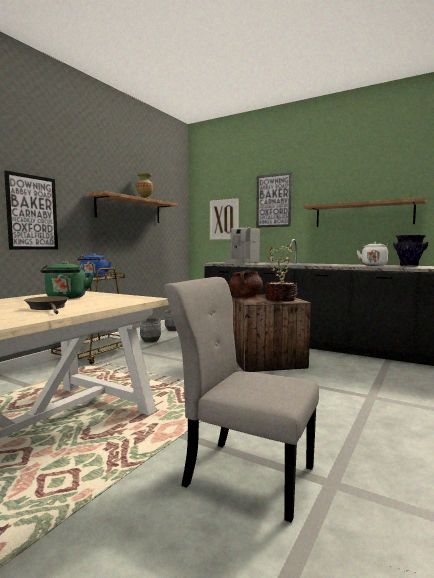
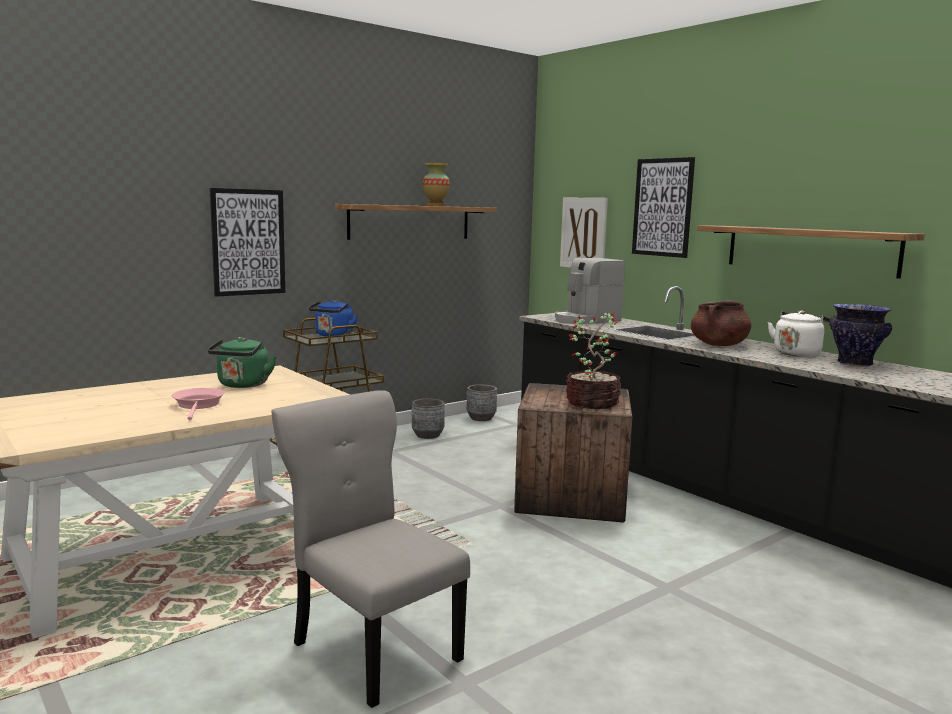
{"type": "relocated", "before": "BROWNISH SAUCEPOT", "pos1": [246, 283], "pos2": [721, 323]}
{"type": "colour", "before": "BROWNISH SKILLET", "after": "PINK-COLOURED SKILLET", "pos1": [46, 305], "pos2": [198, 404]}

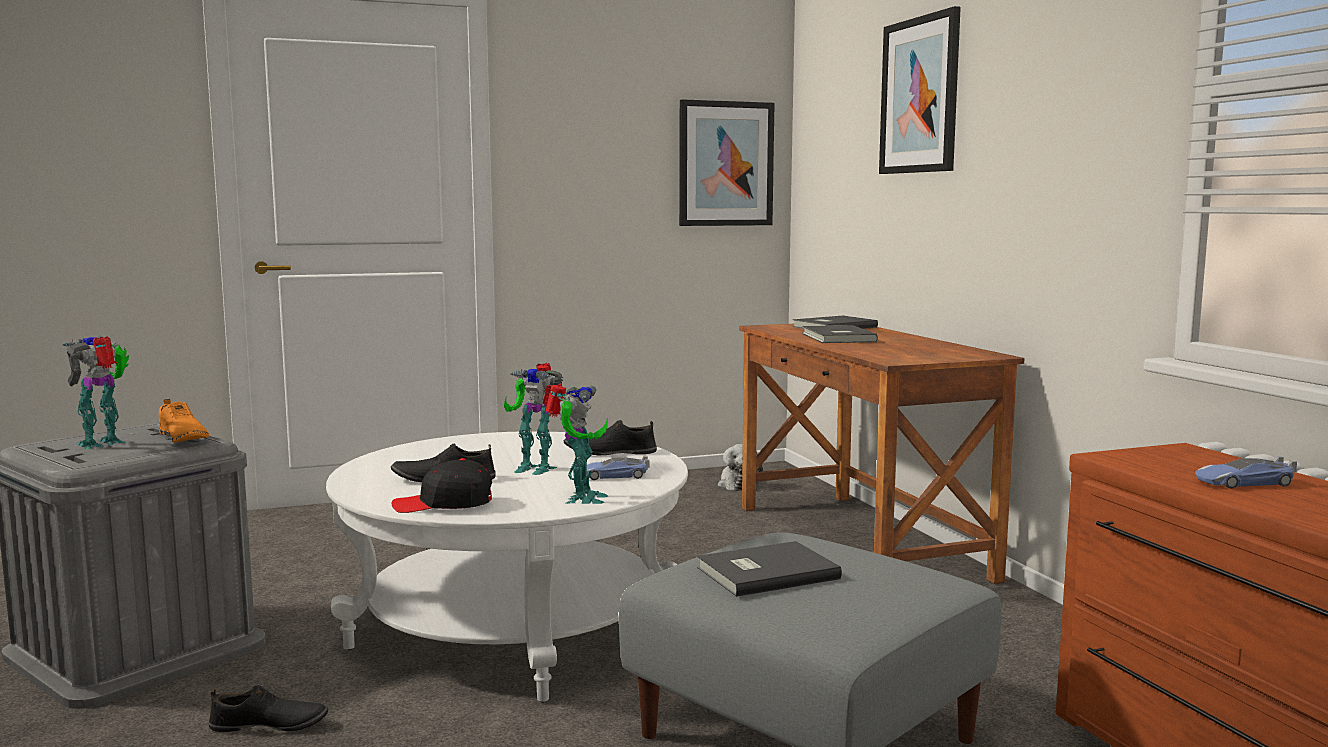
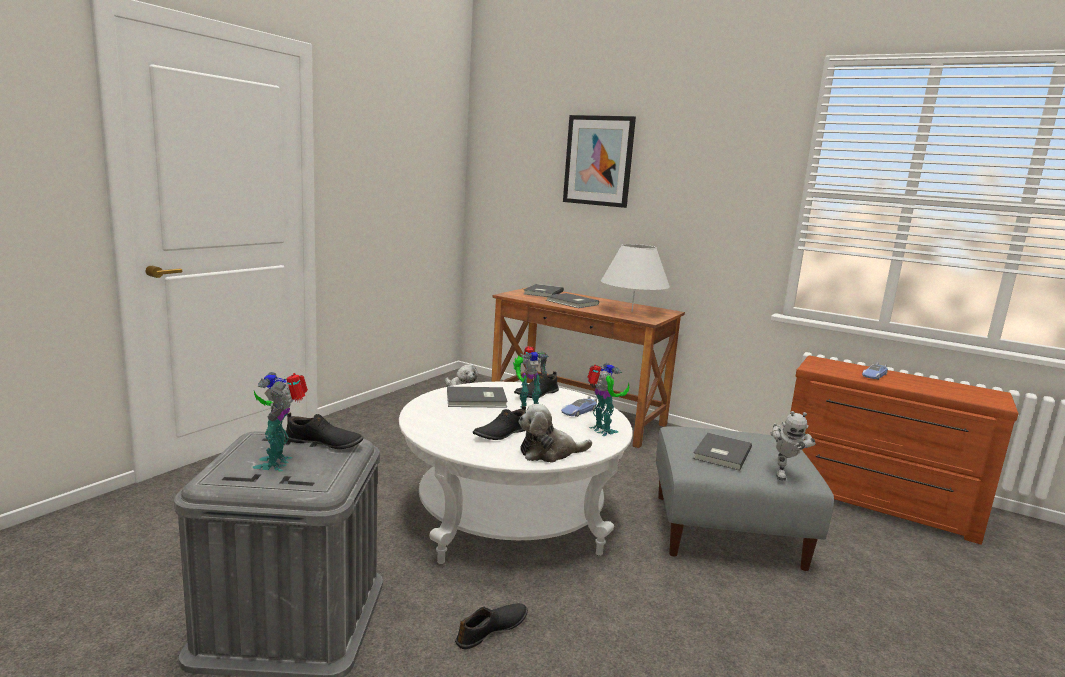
{"type": "missing", "before": "WALL ART", "pos1": [727, 162]}
{"type": "appeared", "after": "GREY VOLUME", "pos2": [477, 397]}
{"type": "appeared", "after": "WHITISH TABLETOP LAMP", "pos2": [635, 278]}
{"type": "appeared", "after": "MODEL ROBOT", "pos2": [793, 446]}
{"type": "exchanged", "before": "BLACK CAP", "after": "CUDDLY TOY", "pos1": [442, 485], "pos2": [555, 433]}
{"type": "colour", "before": "ORANGE-COLOURED ITEM OF FOOTWEAR", "after": "BLACK ITEM OF FOOTWEAR", "pos1": [184, 421], "pos2": [324, 430]}

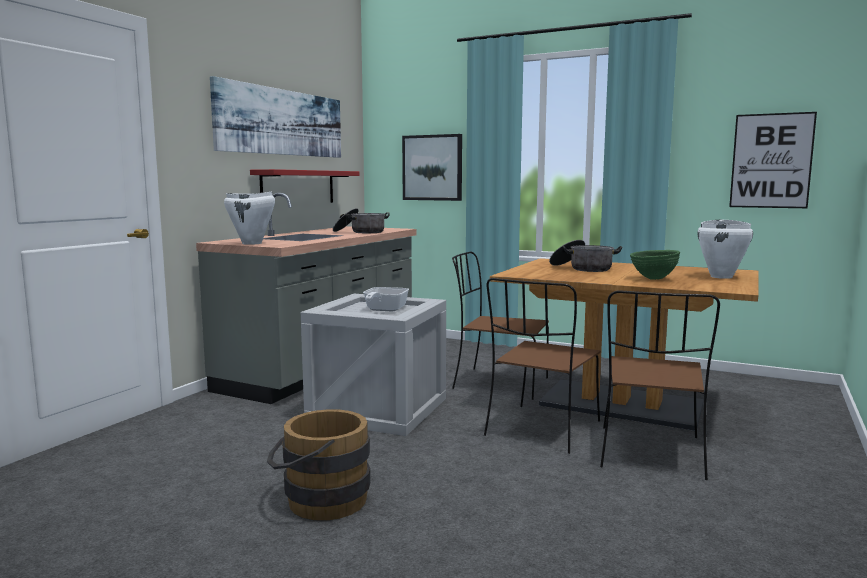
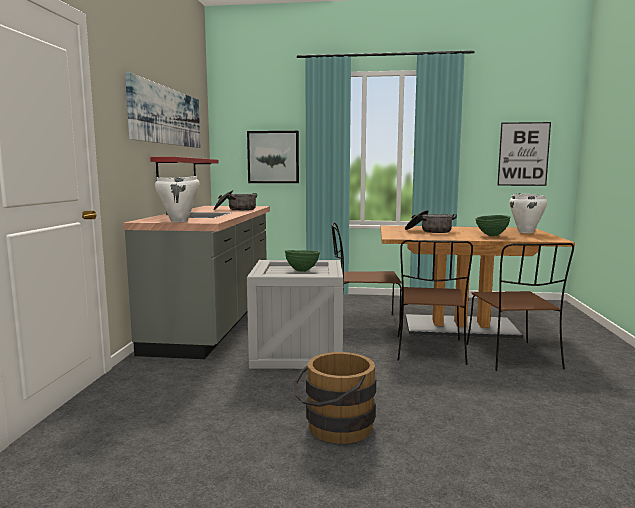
{"type": "exchanged", "before": "SKILLET", "after": "GREEN-COLOURED SERVING BOWL", "pos1": [386, 299], "pos2": [302, 261]}

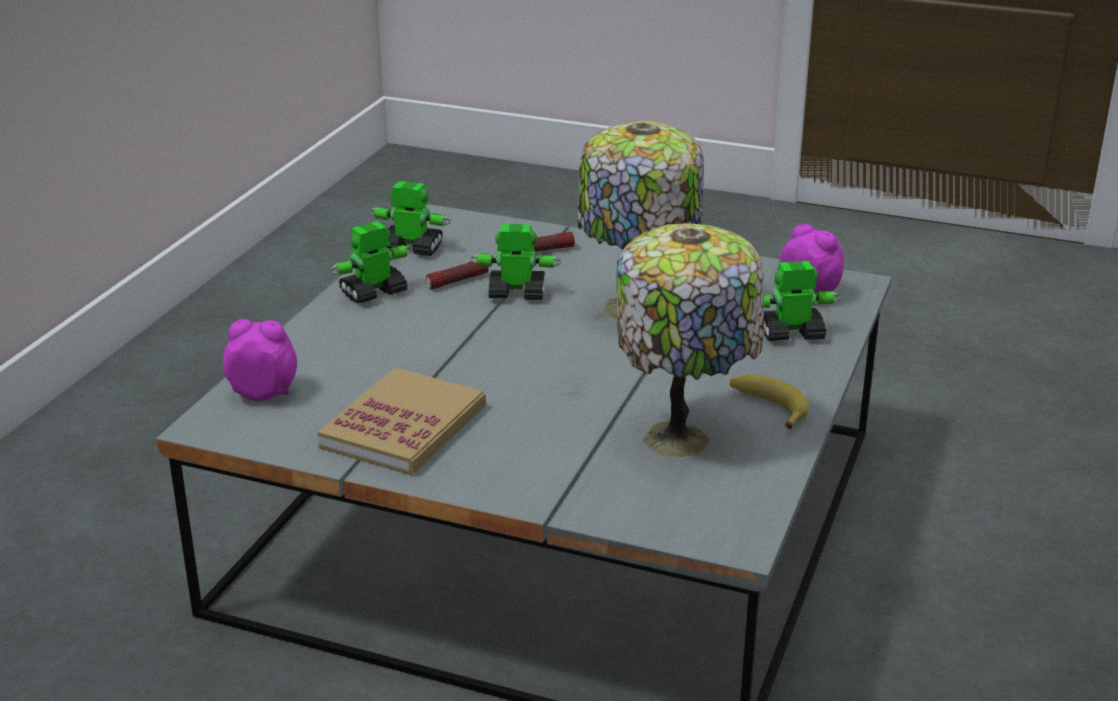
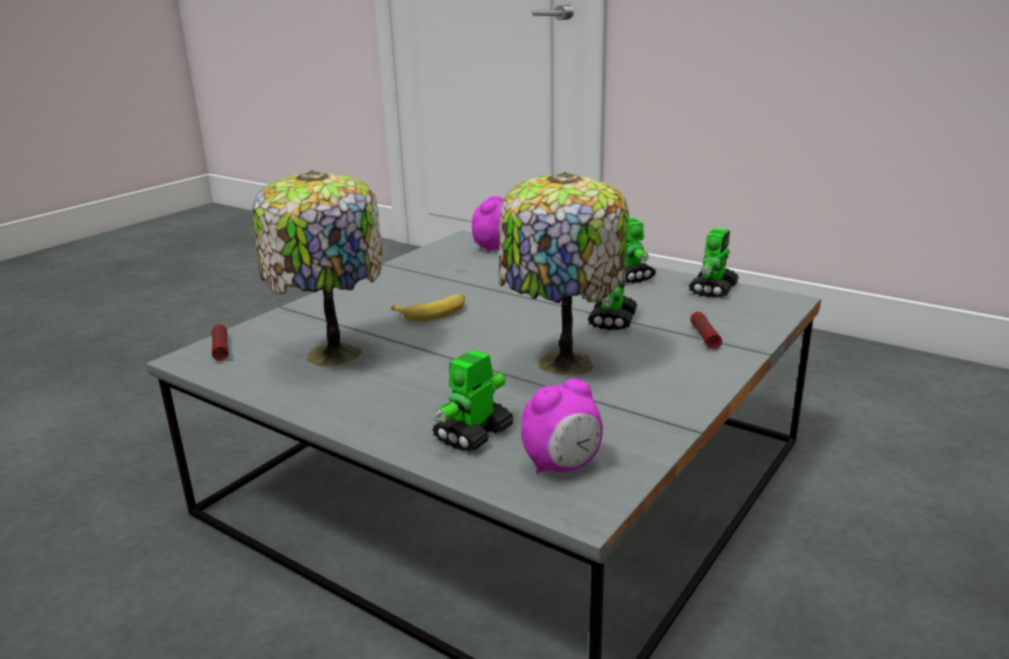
{"type": "missing", "before": "VOLUME", "pos1": [402, 421]}
{"type": "relocated", "before": "HAND TORCH", "pos1": [457, 274], "pos2": [220, 342]}
{"type": "relocated", "before": "BANANA FRUIT", "pos1": [769, 401], "pos2": [428, 307]}
{"type": "spun", "before": "MODEL ROBOT", "pos1": [801, 301], "pos2": [473, 401], "turn": -150}

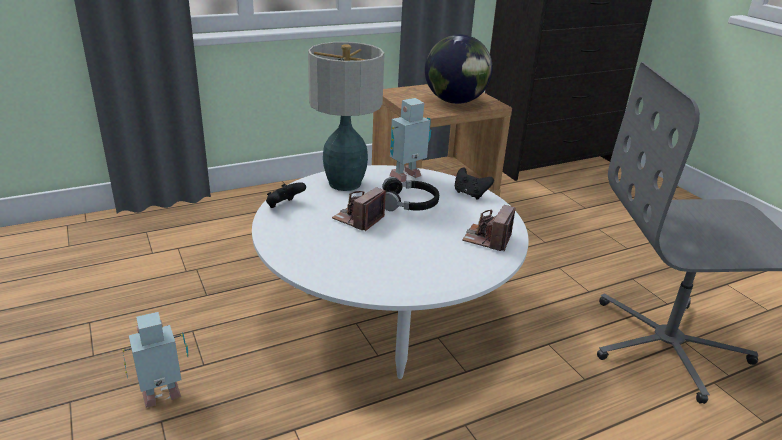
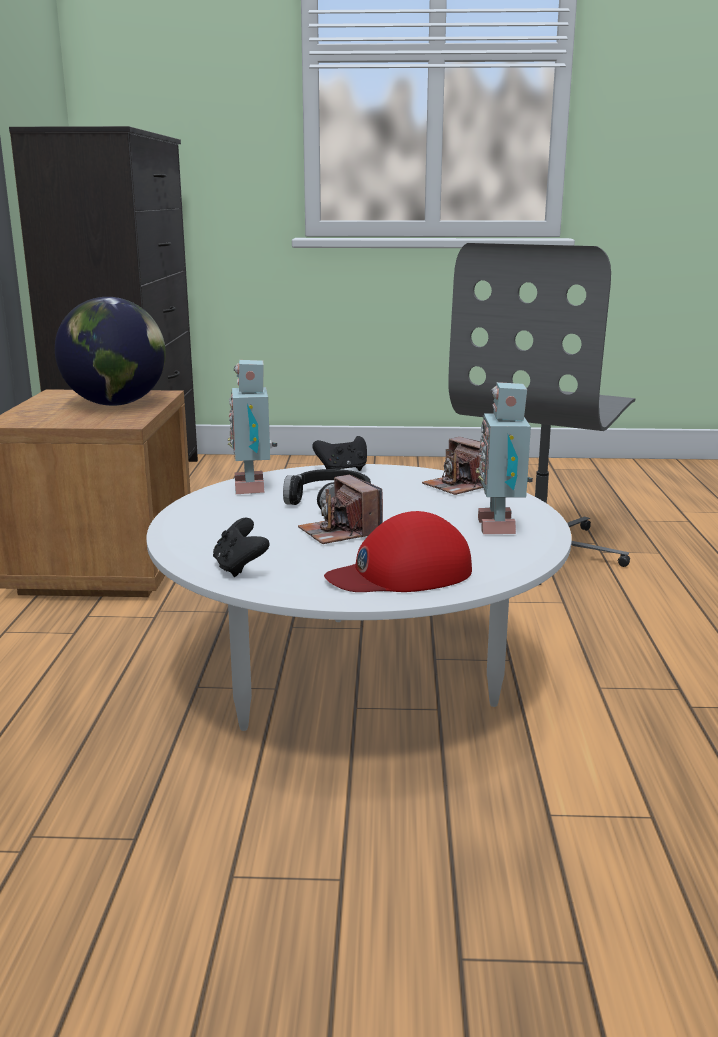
{"type": "missing", "before": "TABLETOP LAMP", "pos1": [346, 116]}
{"type": "appeared", "after": "RED-COLOURED CAP", "pos2": [398, 551]}
{"type": "relocated", "before": "MODEL ROBOT", "pos1": [155, 360], "pos2": [504, 458]}

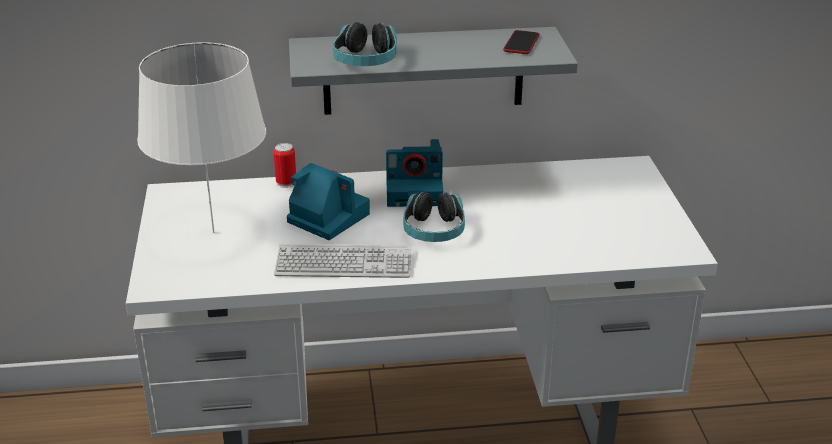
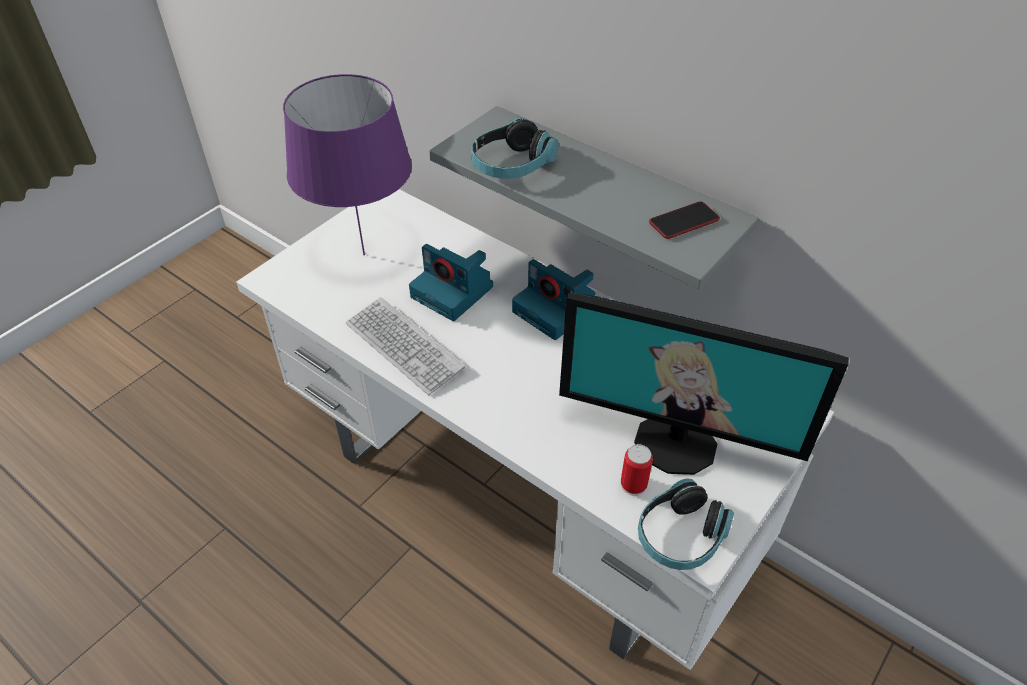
{"type": "appeared", "after": "COMPUTER DISPLAY", "pos2": [704, 383]}
{"type": "relocated", "before": "CAN", "pos1": [285, 165], "pos2": [637, 470]}
{"type": "relocated", "before": "HEADSET", "pos1": [434, 217], "pos2": [686, 524]}
{"type": "colour", "before": "WHITISH TABLETOP LAMP", "after": "PURPLISH TABLETOP LAMP", "pos1": [201, 137], "pos2": [347, 164]}
{"type": "spun", "before": "STILL CAMERA", "pos1": [328, 201], "pos2": [451, 282], "turn": 135}

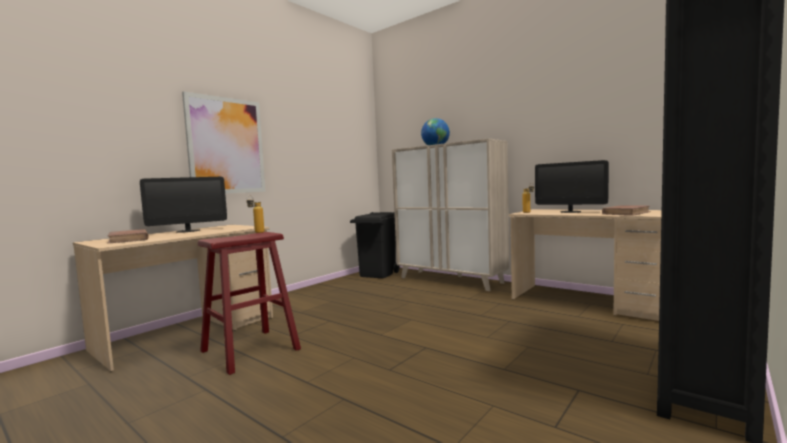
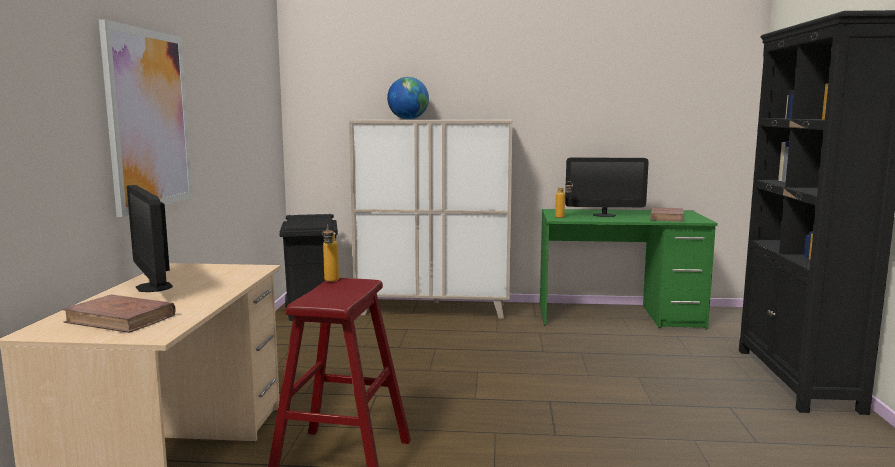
{"type": "colour", "before": "SAND-COLOURED DESK UNIT", "after": "GREEN-COLOURED DESK UNIT", "pos1": [585, 265], "pos2": [629, 269]}
{"type": "spun", "before": "COMPUTER DISPLAY", "pos1": [183, 205], "pos2": [150, 238], "turn": 120}

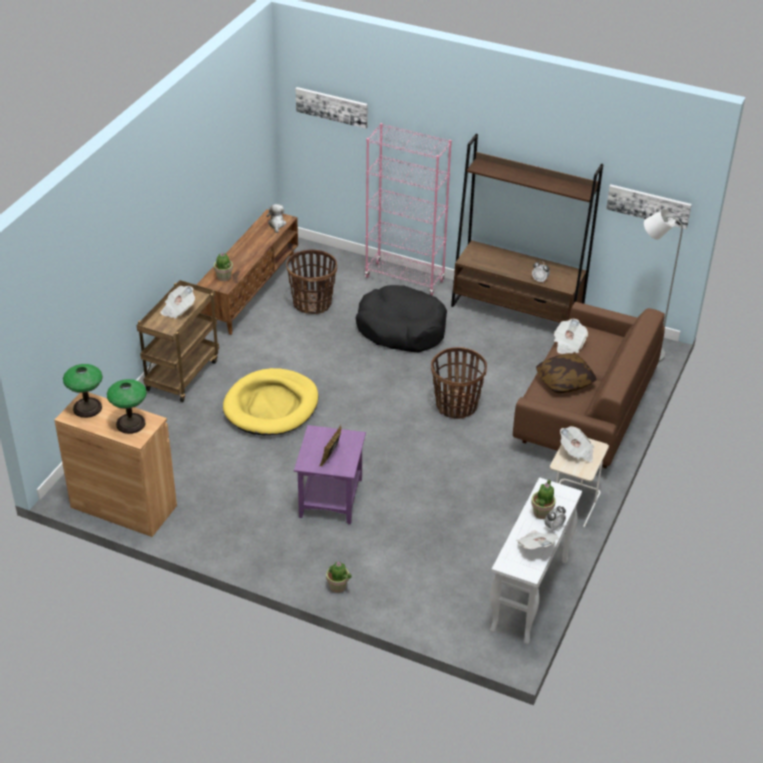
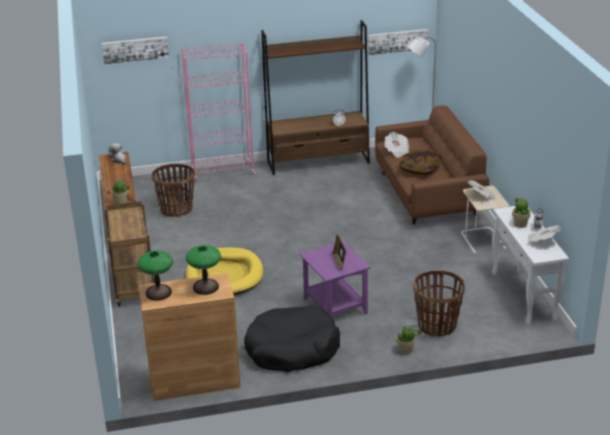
{"type": "missing", "before": "PRINTED PAPER", "pos1": [177, 302]}
{"type": "relocated", "before": "BLACK DOG CUSHION", "pos1": [401, 319], "pos2": [292, 339]}
{"type": "relocated", "before": "BASKET", "pos1": [459, 383], "pos2": [439, 303]}

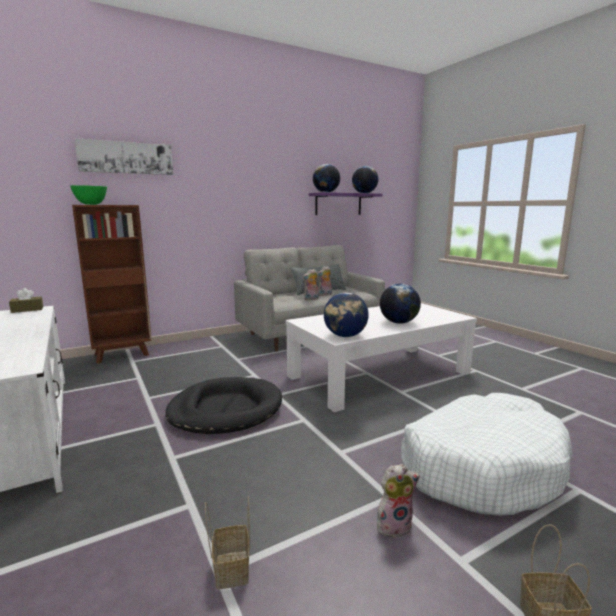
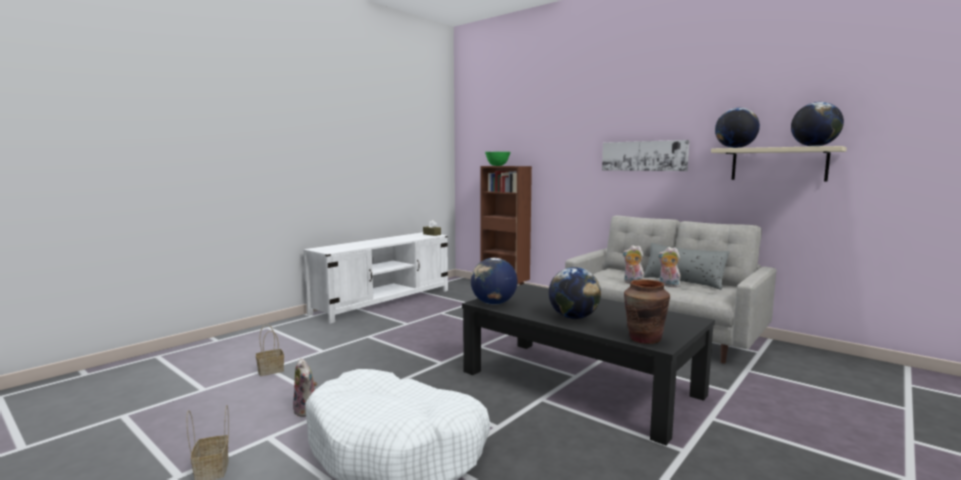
{"type": "missing", "before": "BLACK DOG CUSHION", "pos1": [223, 405]}
{"type": "appeared", "after": "BROWNISH DECORATIVE VASE", "pos2": [647, 311]}
{"type": "relocated", "before": "WALL ART", "pos1": [124, 156], "pos2": [645, 155]}
{"type": "colour", "before": "WHITISH LOUNGE TABLE", "after": "BLACK LOUNGE TABLE", "pos1": [381, 357], "pos2": [588, 364]}
{"type": "colour", "before": "PURPLISH BRACKET SHELF", "after": "SAND-COLOURED BRACKET SHELF", "pos1": [345, 203], "pos2": [779, 163]}

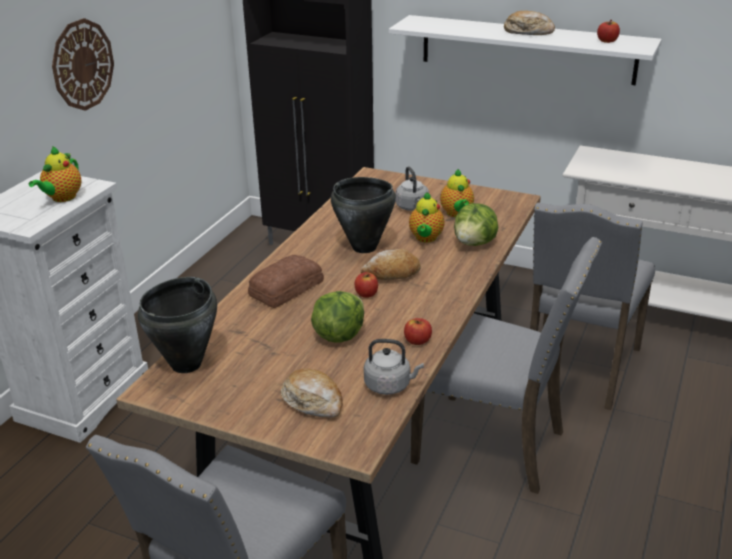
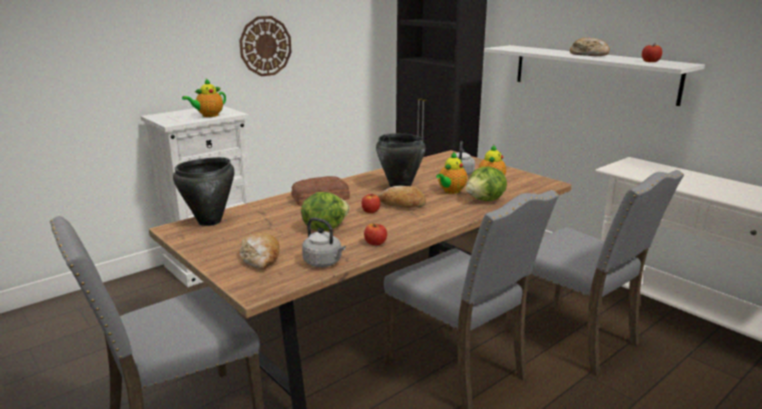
{"type": "spun", "before": "GREY UPRIGHT CHAIR", "pos1": [592, 306], "pos2": [594, 273], "turn": -90}

